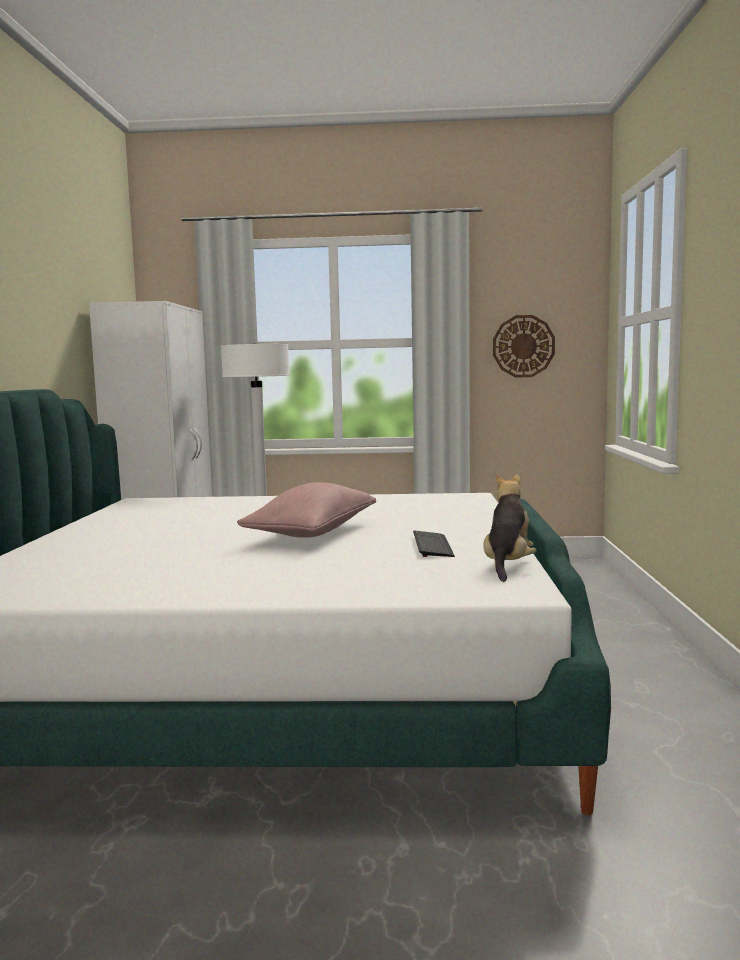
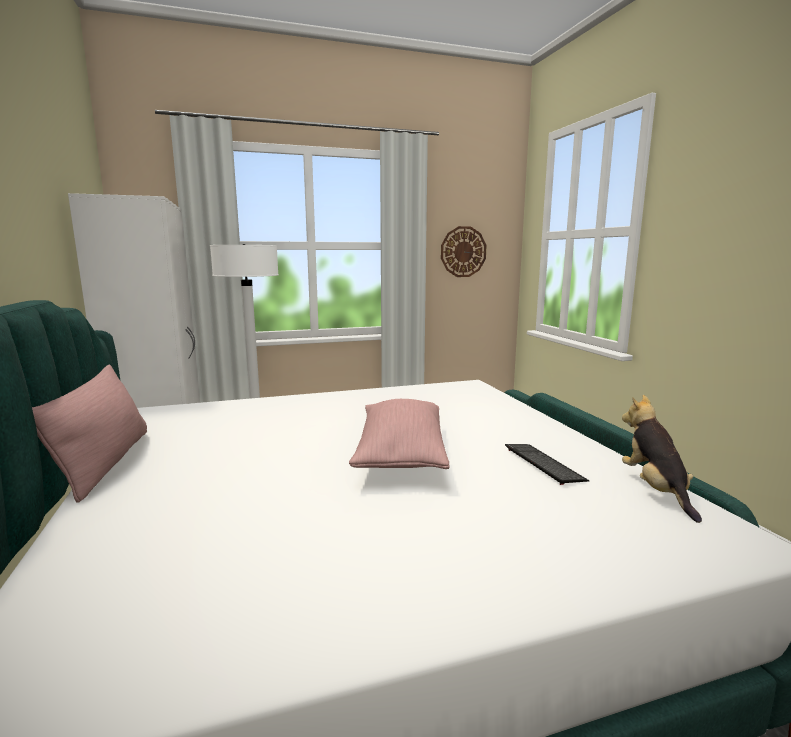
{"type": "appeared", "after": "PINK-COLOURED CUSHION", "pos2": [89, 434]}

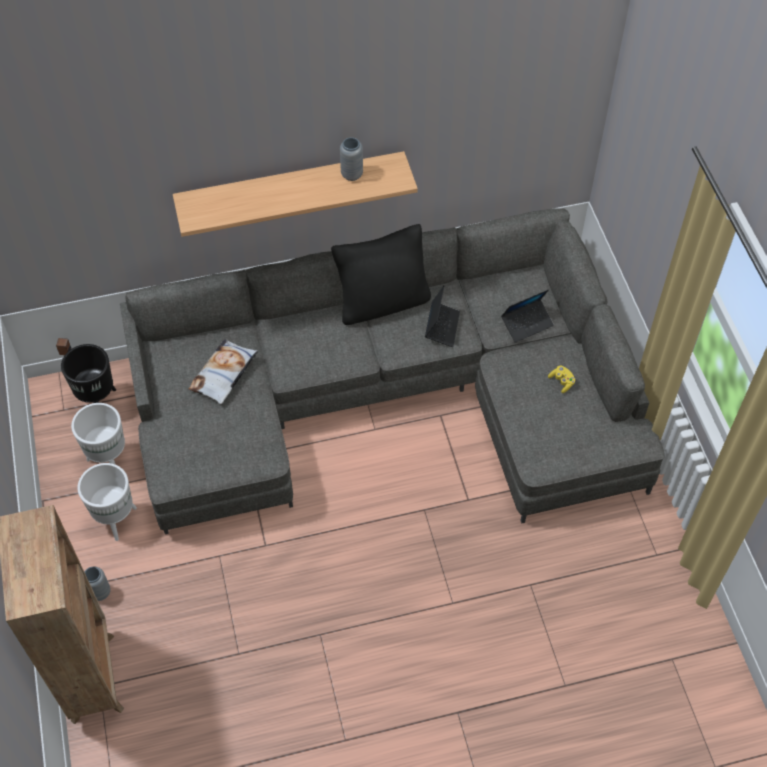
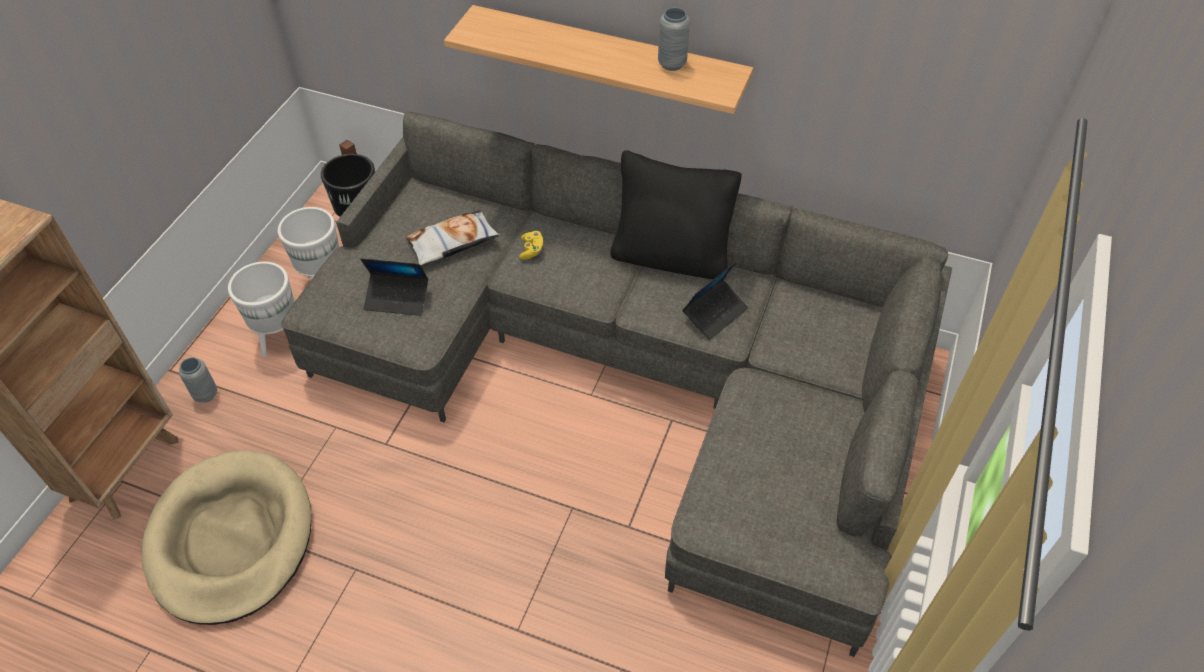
{"type": "appeared", "after": "SAND-COLOURED DOG CUSHION", "pos2": [226, 537]}
{"type": "relocated", "before": "PORTABLE COMPUTER", "pos1": [527, 316], "pos2": [394, 287]}
{"type": "relocated", "before": "YELLOW GAME CONTROLLER", "pos1": [561, 379], "pos2": [531, 245]}

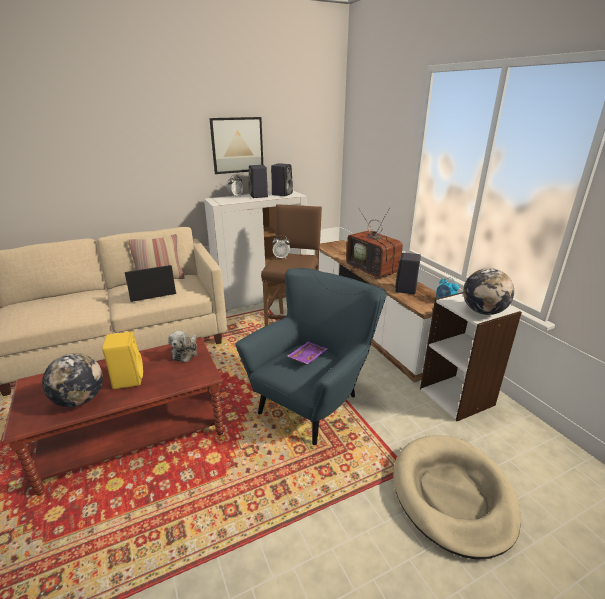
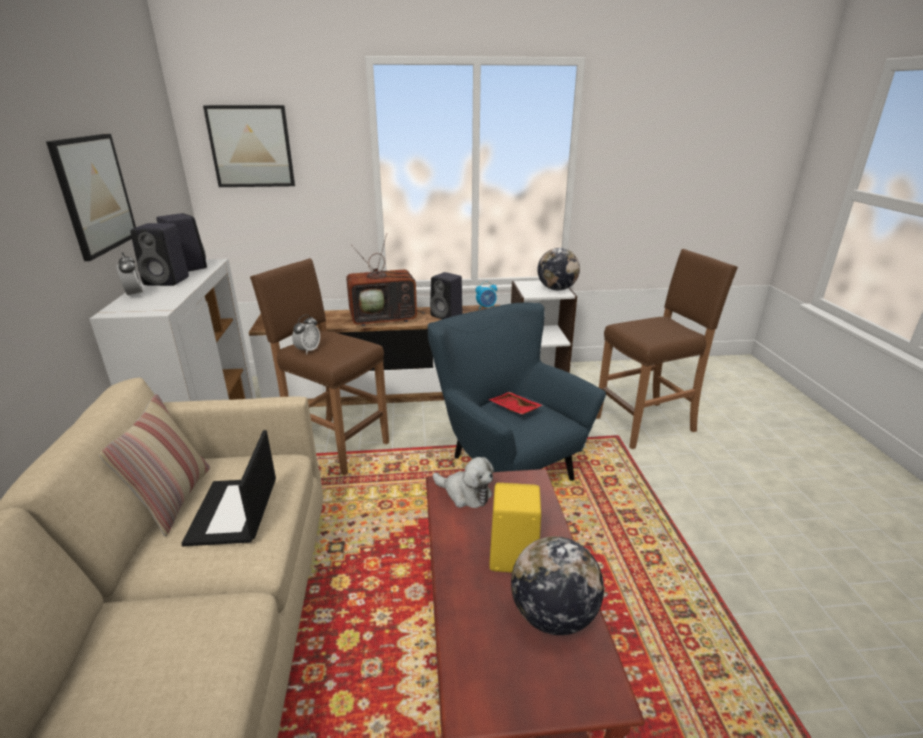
{"type": "appeared", "after": "WALL ART", "pos2": [249, 146]}
{"type": "exchanged", "before": "SAND-COLOURED DOG CUSHION", "after": "BROWNISH SITTING STOOL", "pos1": [457, 497], "pos2": [667, 349]}
{"type": "colour", "before": "PURPLISH CARRYING TRAY", "after": "RED-COLOURED CARRYING TRAY", "pos1": [307, 352], "pos2": [515, 403]}

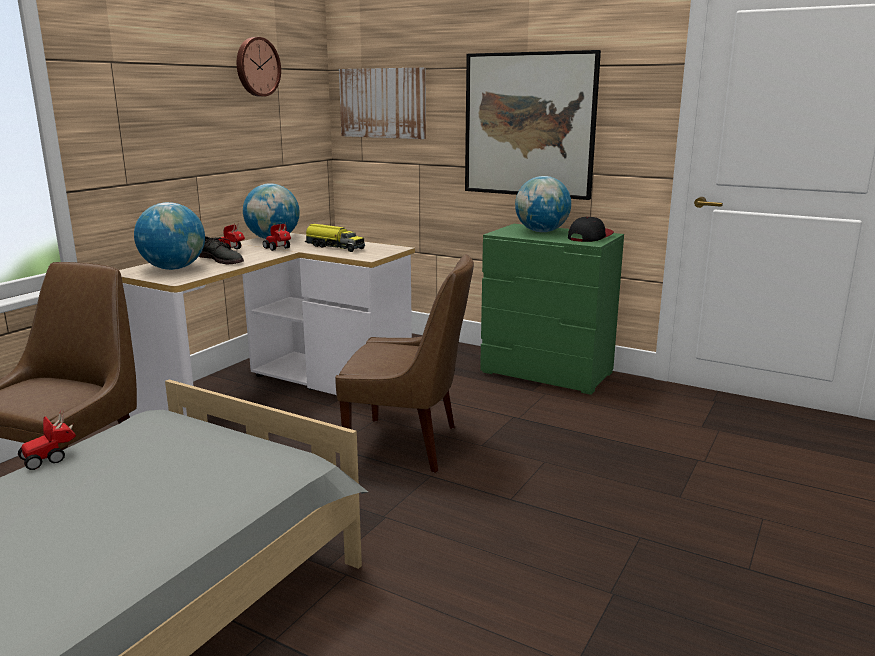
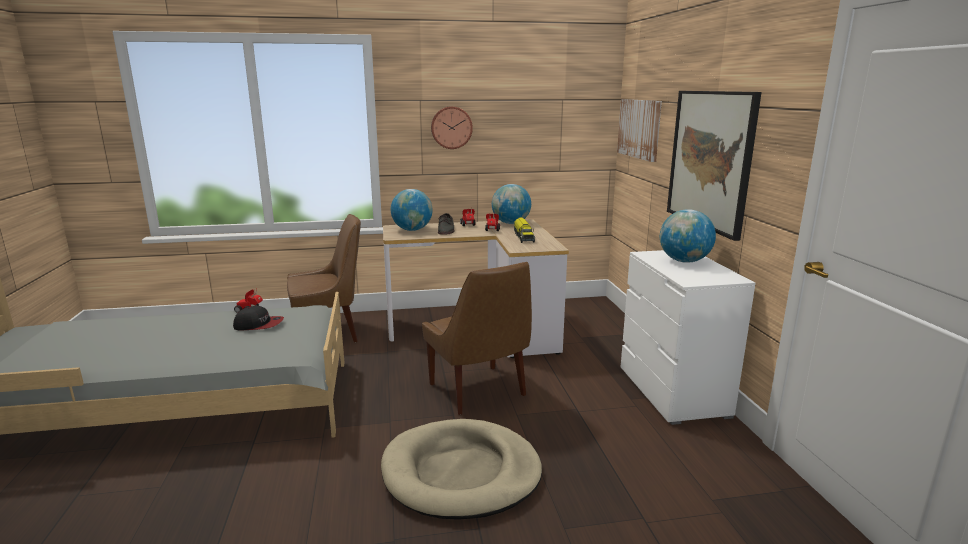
{"type": "appeared", "after": "SAND-COLOURED DOG CUSHION", "pos2": [461, 469]}
{"type": "relocated", "before": "WALL CLOCK", "pos1": [259, 67], "pos2": [452, 127]}
{"type": "relocated", "before": "CAP", "pos1": [591, 229], "pos2": [258, 318]}
{"type": "colour", "before": "GREEN-COLOURED DRAWER CHEST", "after": "WHITISH DRAWER CHEST", "pos1": [552, 309], "pos2": [688, 337]}

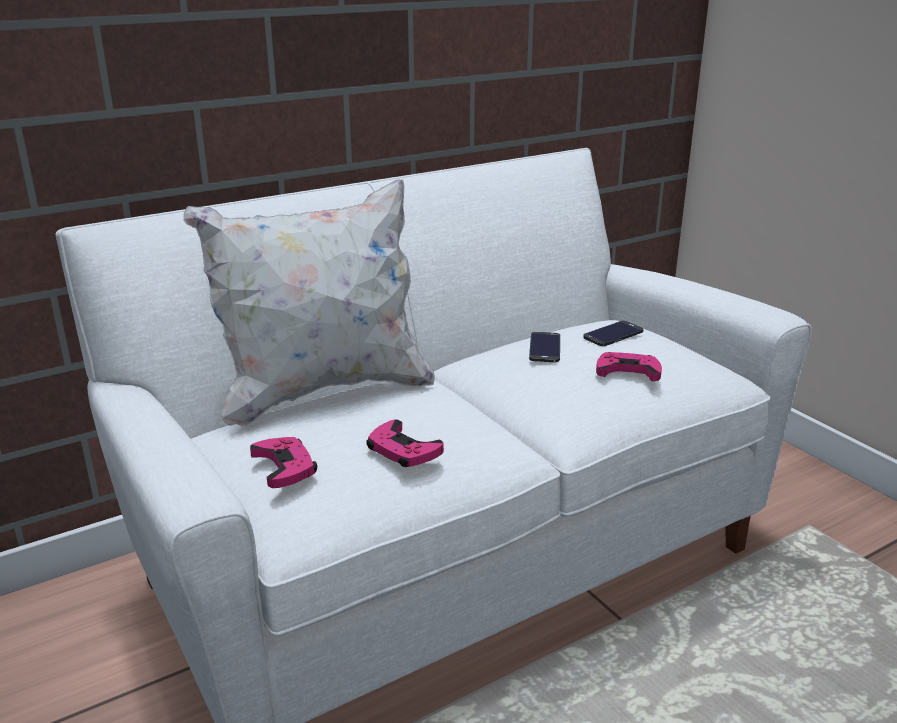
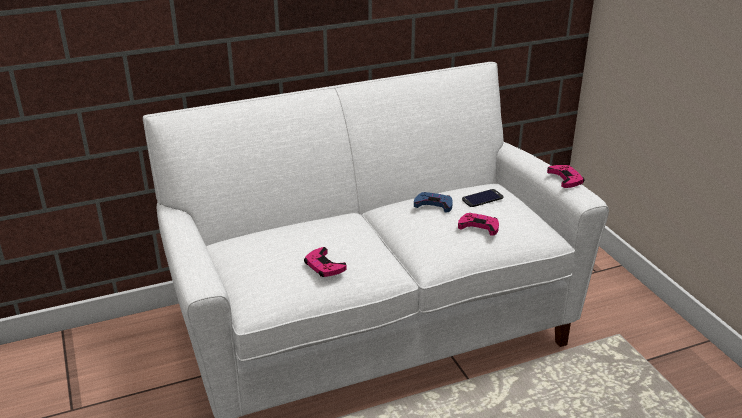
{"type": "missing", "before": "WHITISH CUSHION", "pos1": [309, 302]}
{"type": "relocated", "before": "PINK-COLOURED GAME CONTROLLER", "pos1": [283, 462], "pos2": [566, 176]}
{"type": "exchanged", "before": "HANDSET", "after": "BLUE-COLOURED GAME CONTROLLER", "pos1": [544, 347], "pos2": [433, 202]}

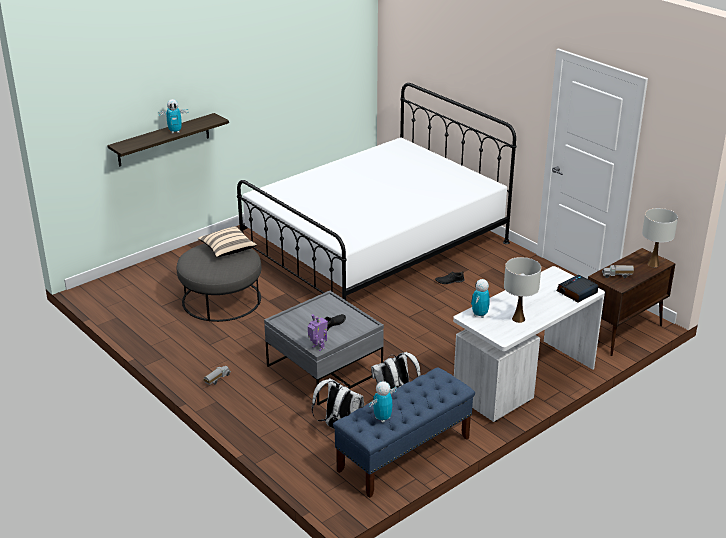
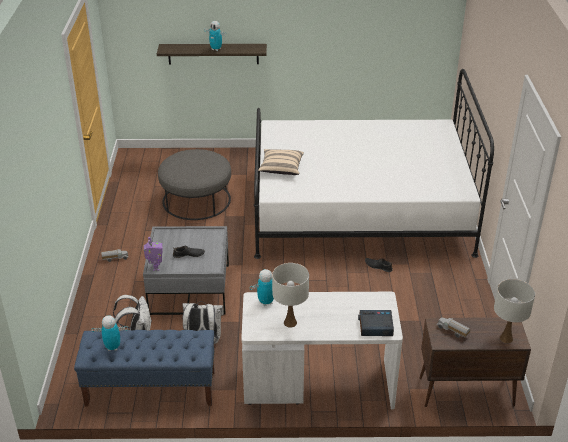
{"type": "relocated", "before": "SAND-COLOURED CUSHION", "pos1": [227, 241], "pos2": [281, 162]}

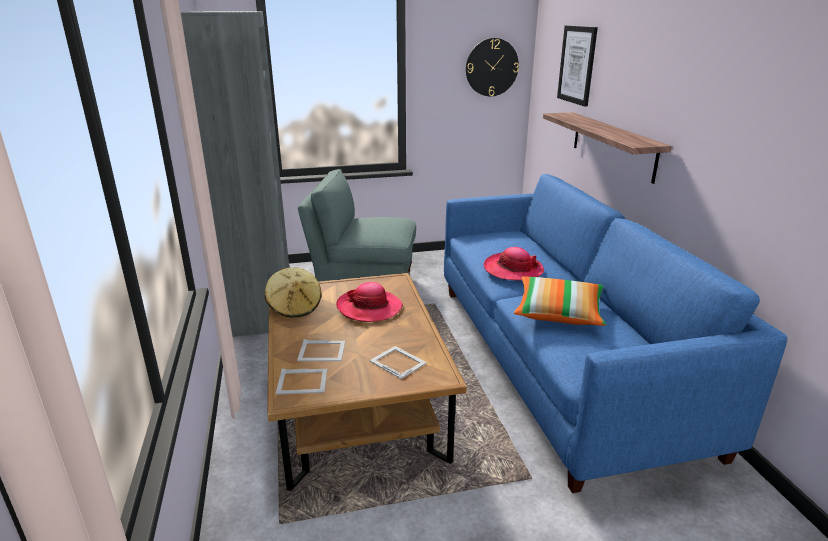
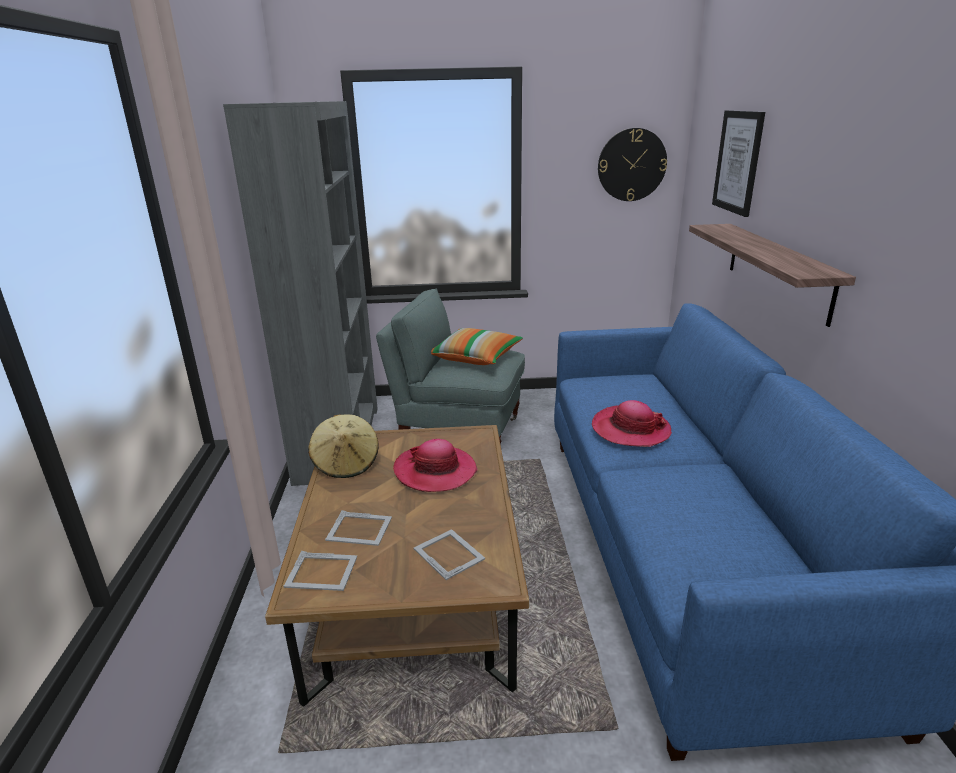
{"type": "relocated", "before": "CUSHION", "pos1": [560, 301], "pos2": [477, 346]}

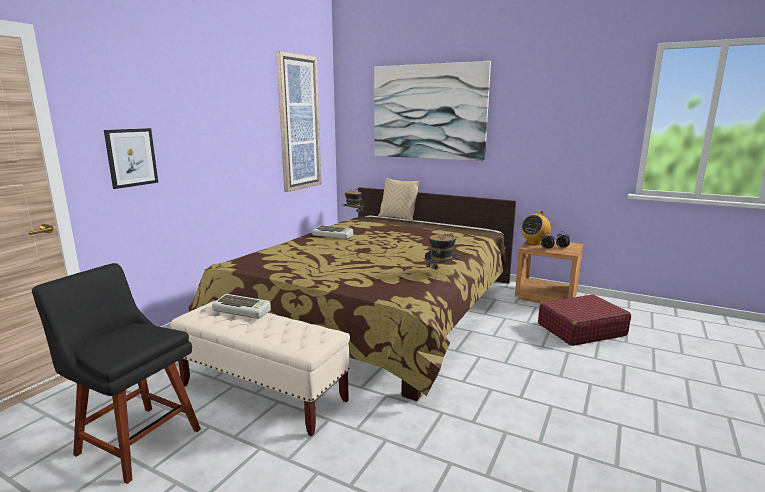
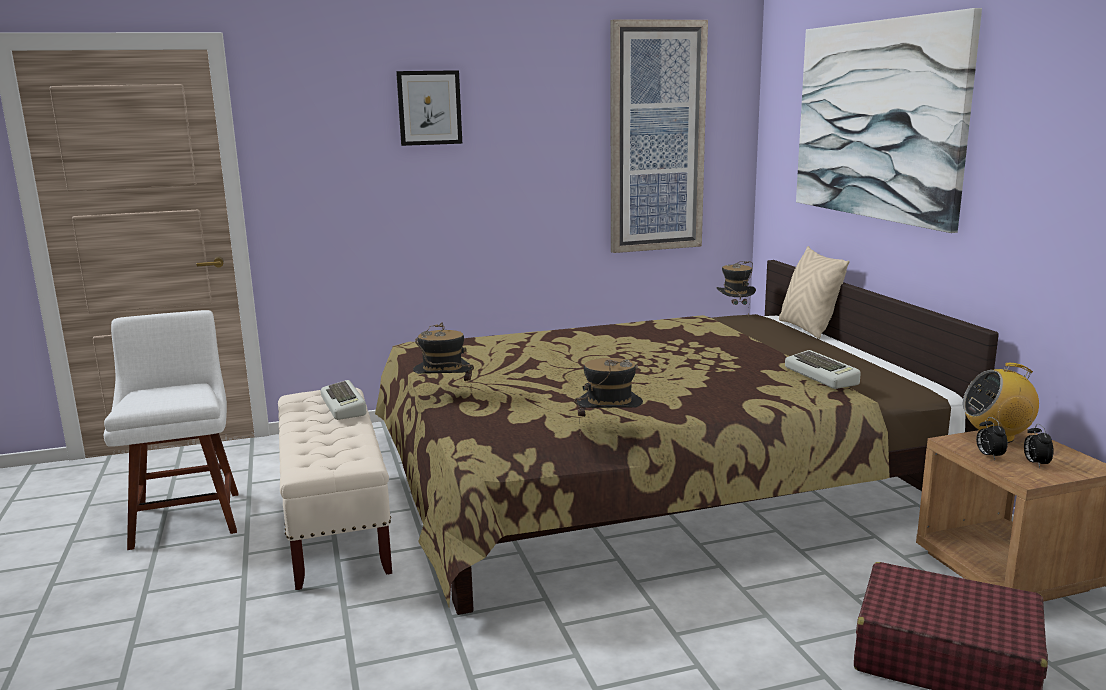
{"type": "appeared", "after": "CLOTHING HAT", "pos2": [443, 356]}
{"type": "relocated", "before": "WALL ART", "pos1": [131, 158], "pos2": [429, 108]}
{"type": "relocated", "before": "KEYBOARD", "pos1": [332, 232], "pos2": [823, 369]}
{"type": "colour", "before": "BLACK UPRIGHT CHAIR", "after": "WHITISH UPRIGHT CHAIR", "pos1": [116, 373], "pos2": [171, 430]}

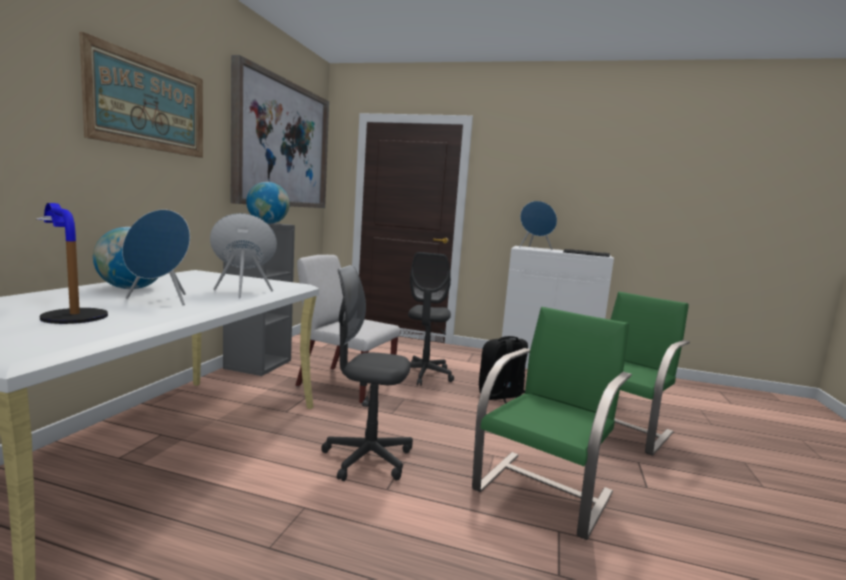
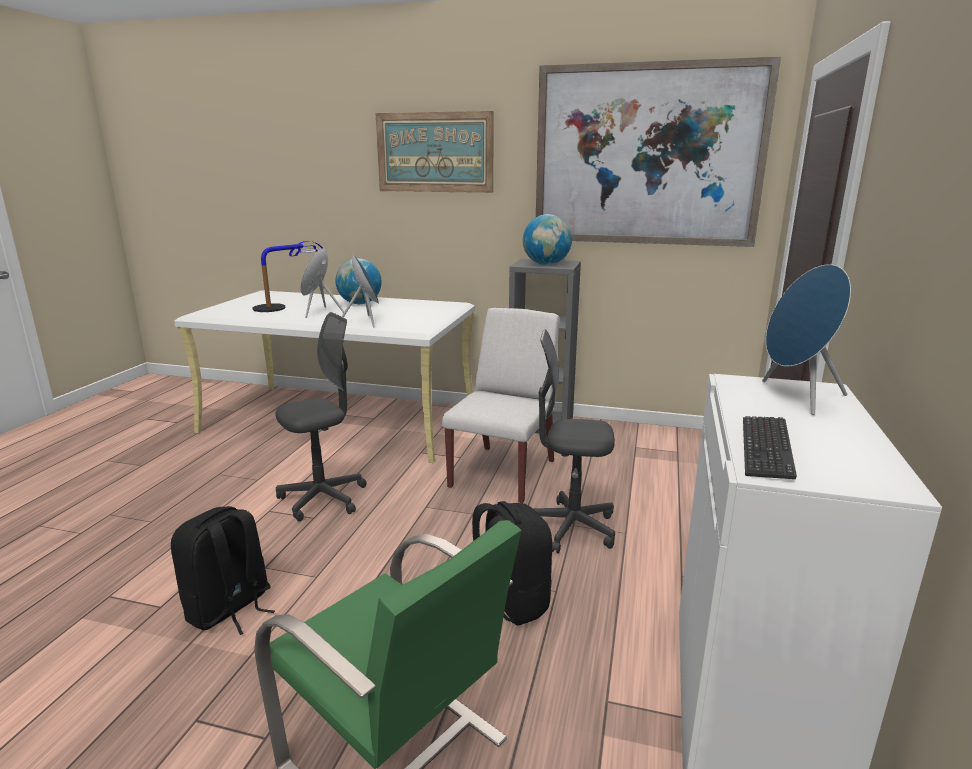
{"type": "exchanged", "before": "GREEN-COLOURED UPRIGHT CHAIR", "after": "BLACK RUCKSACK", "pos1": [552, 423], "pos2": [223, 570]}
{"type": "spun", "before": "GREY OFFICE CHAIR", "pos1": [367, 373], "pos2": [321, 416], "turn": 45}

